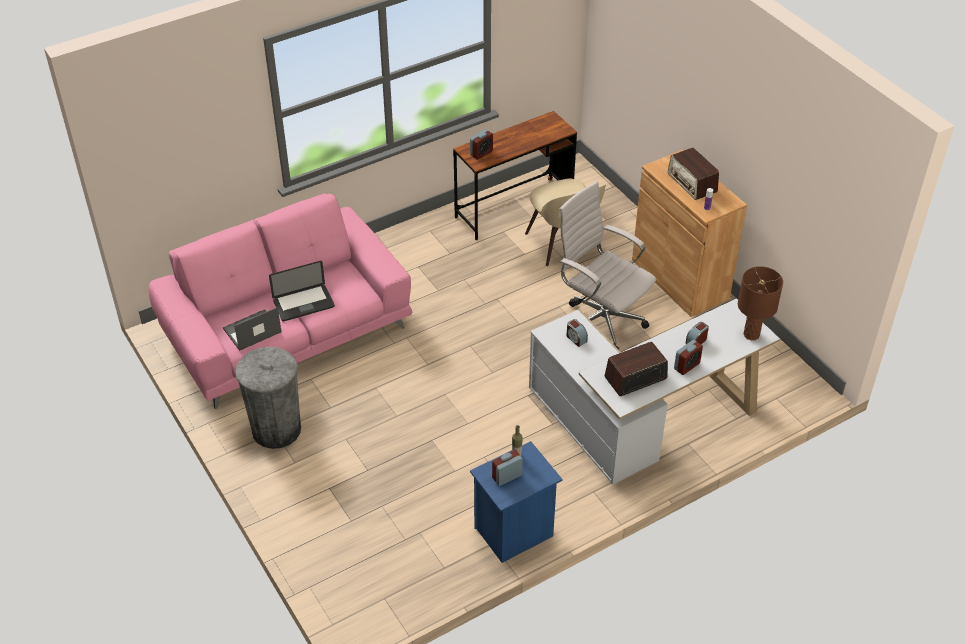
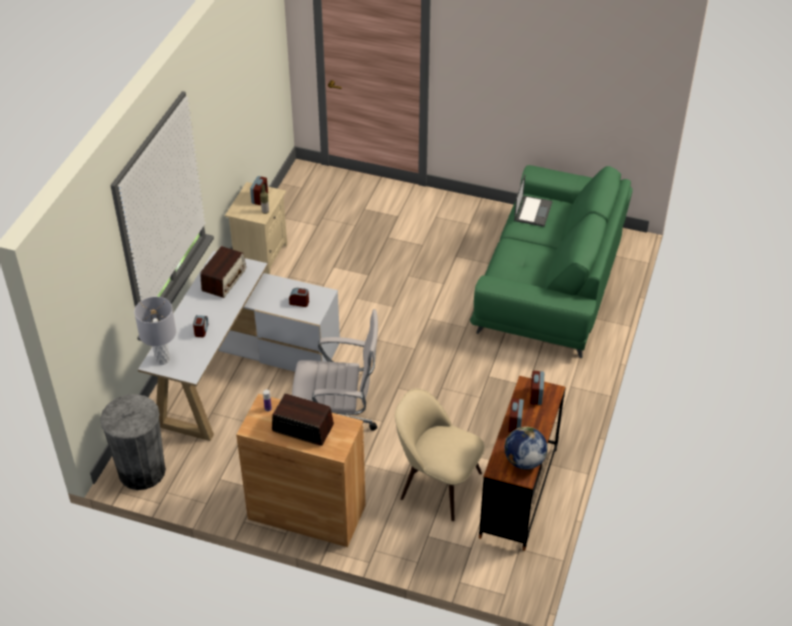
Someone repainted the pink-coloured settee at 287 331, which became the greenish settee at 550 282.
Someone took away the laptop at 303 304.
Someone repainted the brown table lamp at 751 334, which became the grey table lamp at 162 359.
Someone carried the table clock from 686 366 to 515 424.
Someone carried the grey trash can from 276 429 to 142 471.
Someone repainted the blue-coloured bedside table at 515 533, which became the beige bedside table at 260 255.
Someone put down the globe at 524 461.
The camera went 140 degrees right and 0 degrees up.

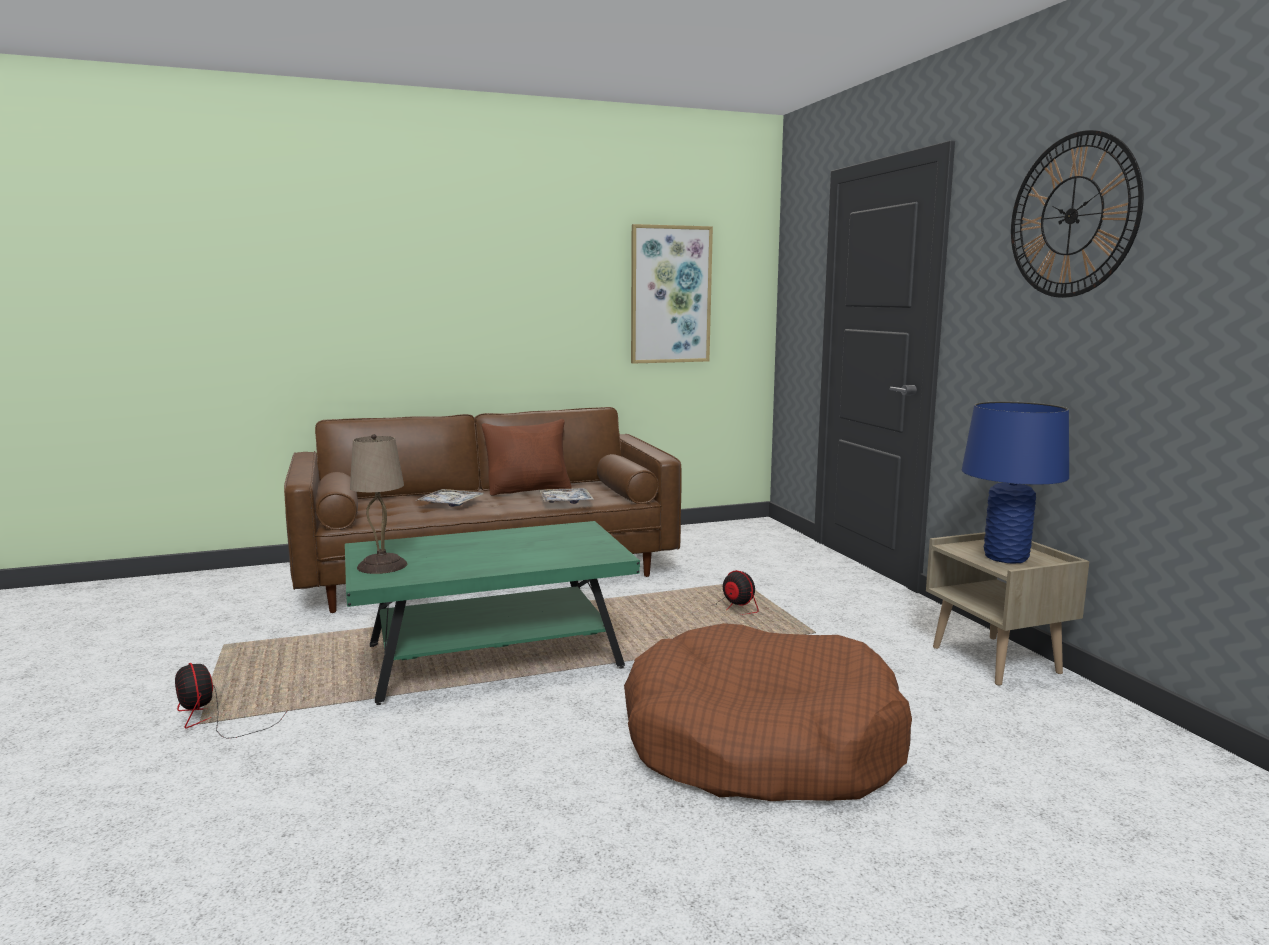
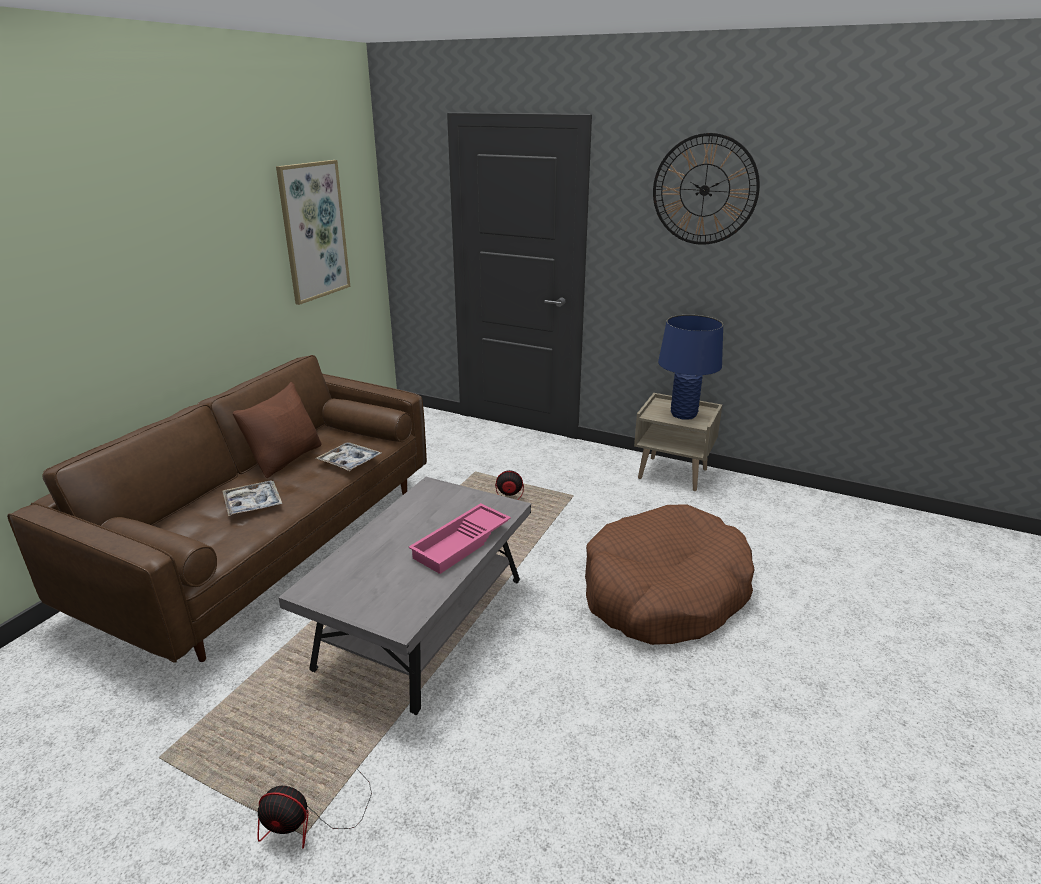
Someone took away the beige table lamp at 381 566.
Someone repainted the greenish low table at 492 658, which became the grey low table at 424 624.
Someone put down the pink-coloured serving tray at 462 544.
The camera went 45 degrees left and 15 degrees up.

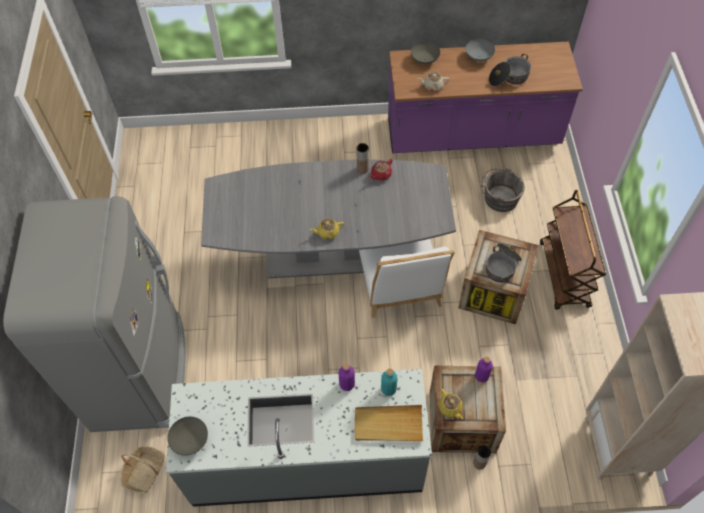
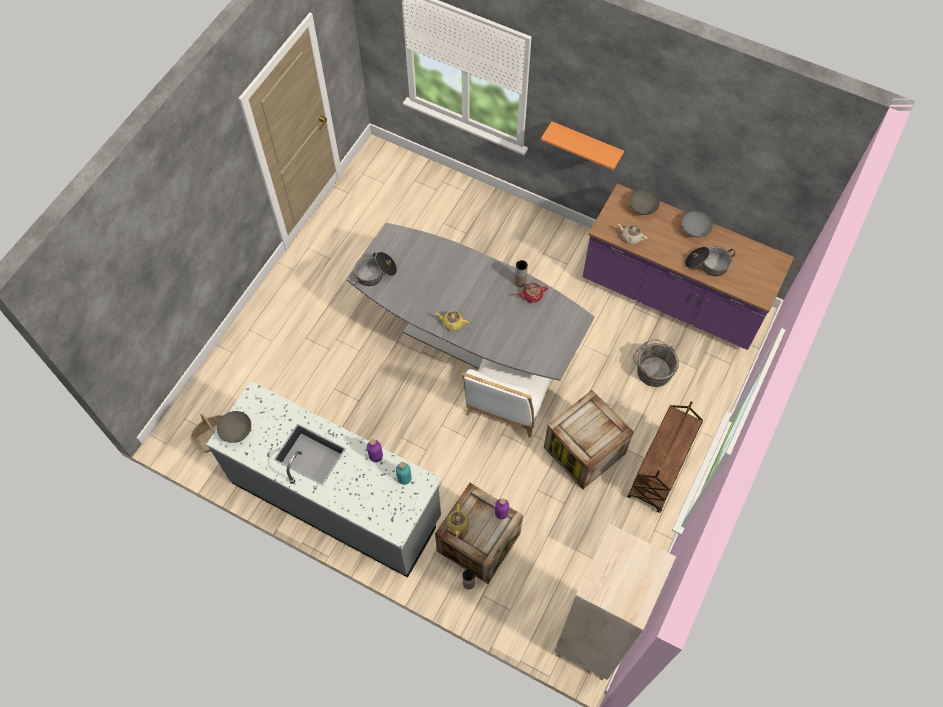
Someone took away the grey fridge at 140 371.
Someone carried the cooking pot from 502 266 to 376 273.
Someone took away the beige serving tray at 388 425.
Someone put up the orange-coloured shelf at 586 144.
The camera went 30 degrees right and 5 degrees up.

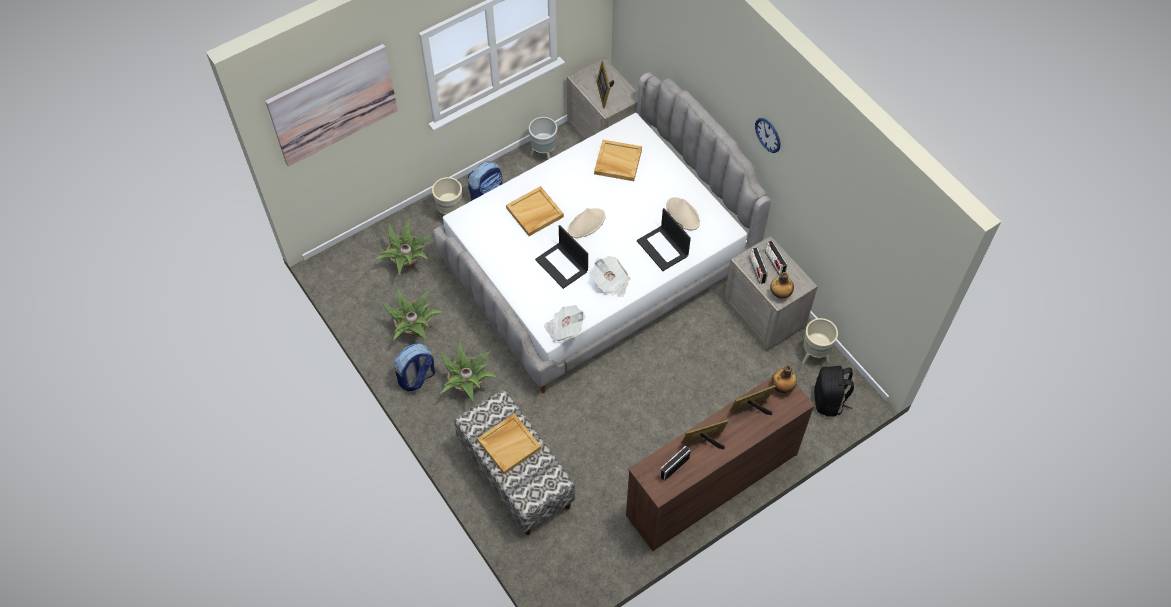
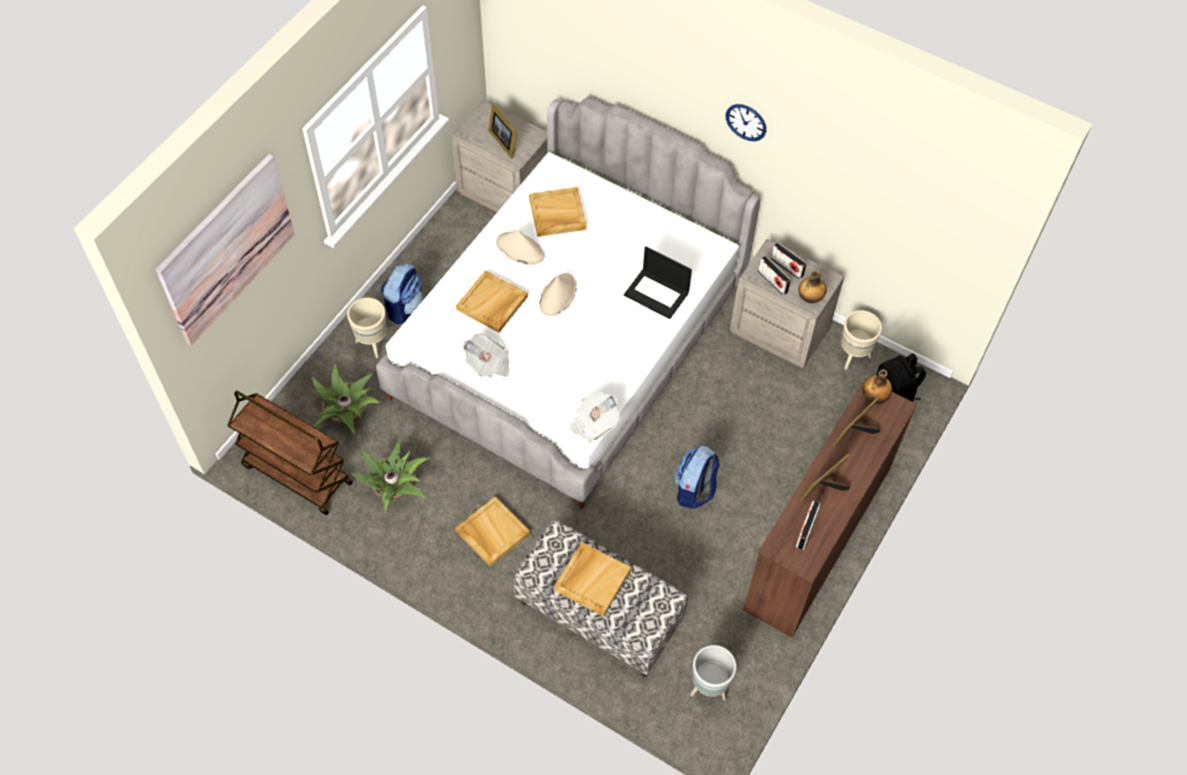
Someone carried the grey plant pot from 544 155 to 709 688.
Someone carried the beige hat from 682 214 to 519 249.
Someone took away the laptop at 562 265.
Someone carried the daily paper from 611 282 to 488 364.
Someone swapped the plant in a pot at 468 385 for the beige serving tray at 492 532.
Someone carried the backpack from 417 378 to 694 490.
Someone put down the brown trolley at 296 474.
The camera went 25 degrees left and 0 degrees up.

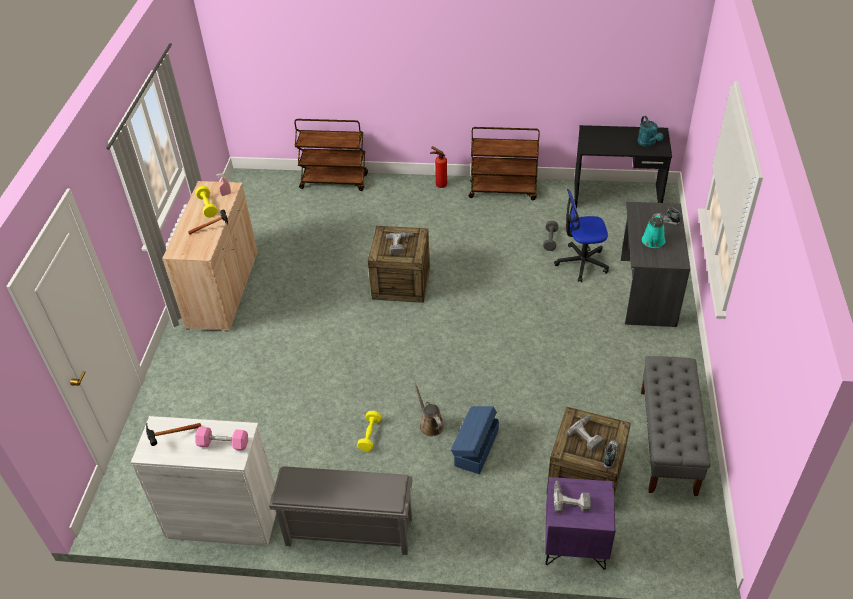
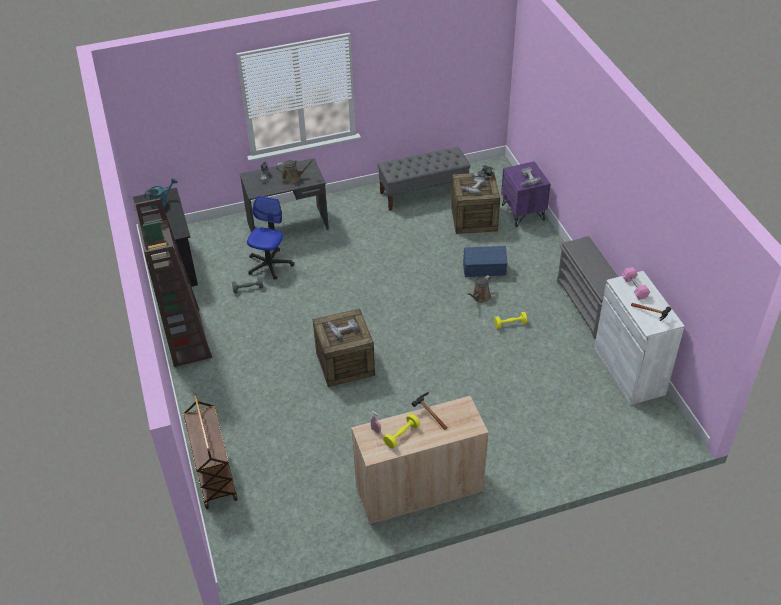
Someone swapped the brown trolley at 503 190 for the brown bookcase at 186 337.
Someone took away the fire extinguisher at 439 185.
Someone rotated the desk chair at 581 263 by 135 degrees counterclockwise.
Someone repainted the turquoise watering can at 653 242, which became the brown watering can at 293 178.
The camera went 115 degrees left and 0 degrees up.

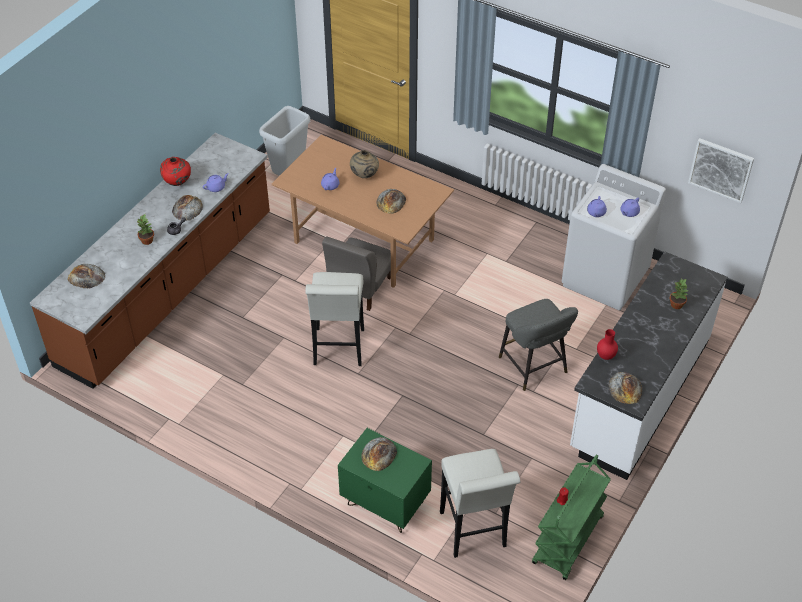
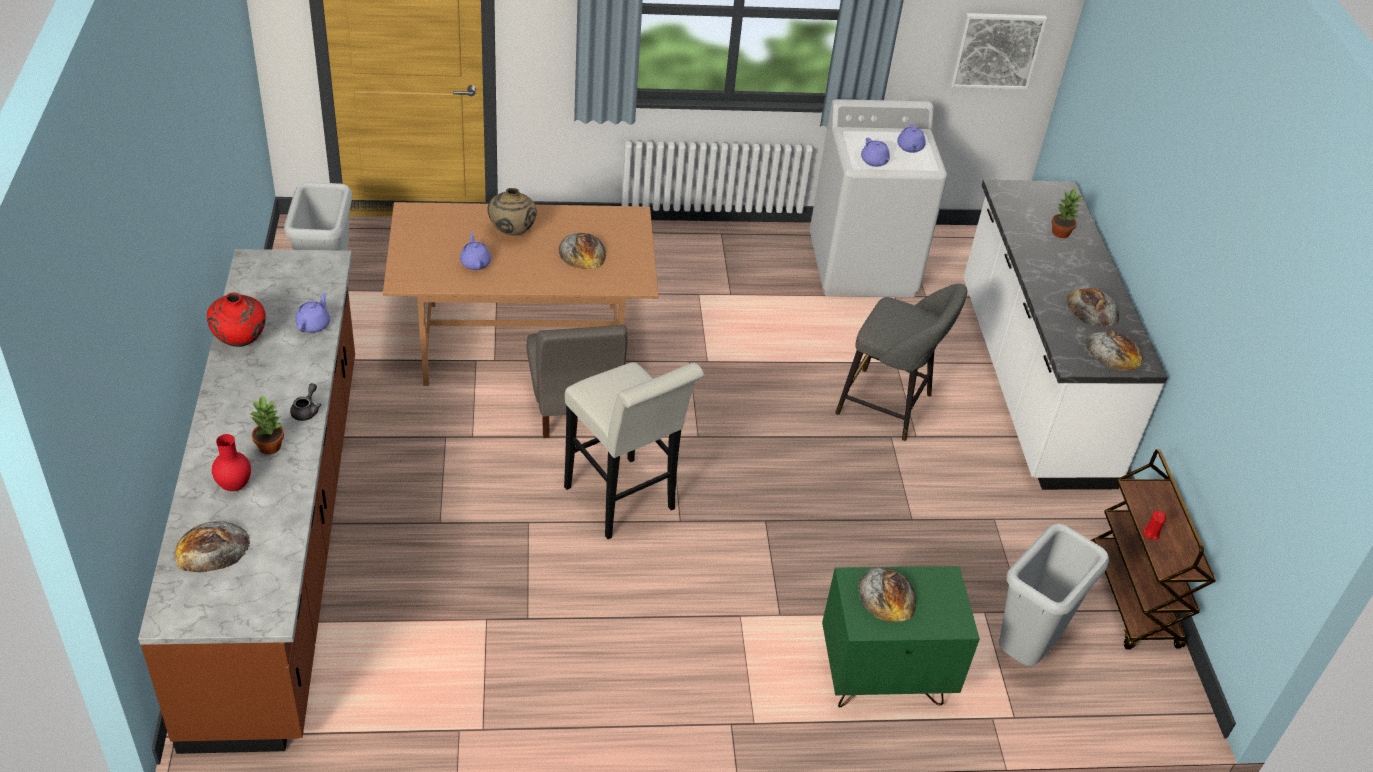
Someone carried the bread from 187 208 to 1092 309.
Someone carried the red flower vase from 605 357 to 235 486.
Someone swapped the white sitting stool at 474 534 for the grey trash can at 1026 652.
Someone repainted the greenish trolley at 568 541, which became the brown trolley at 1133 598.
The camera went 40 degrees left and 5 degrees down.

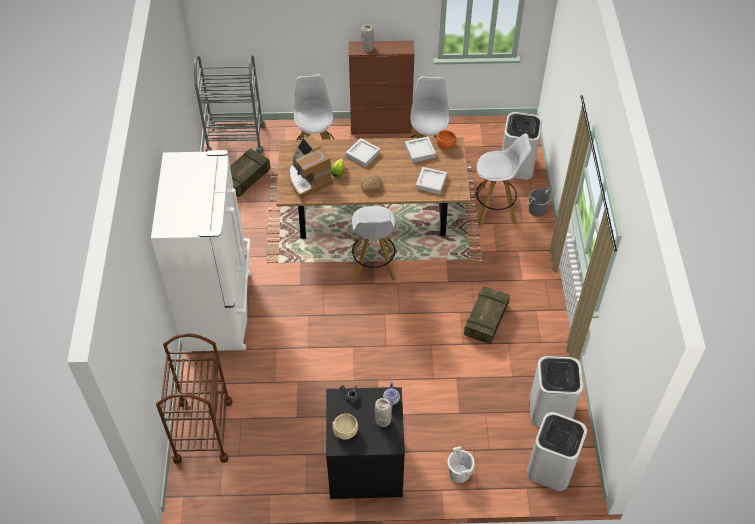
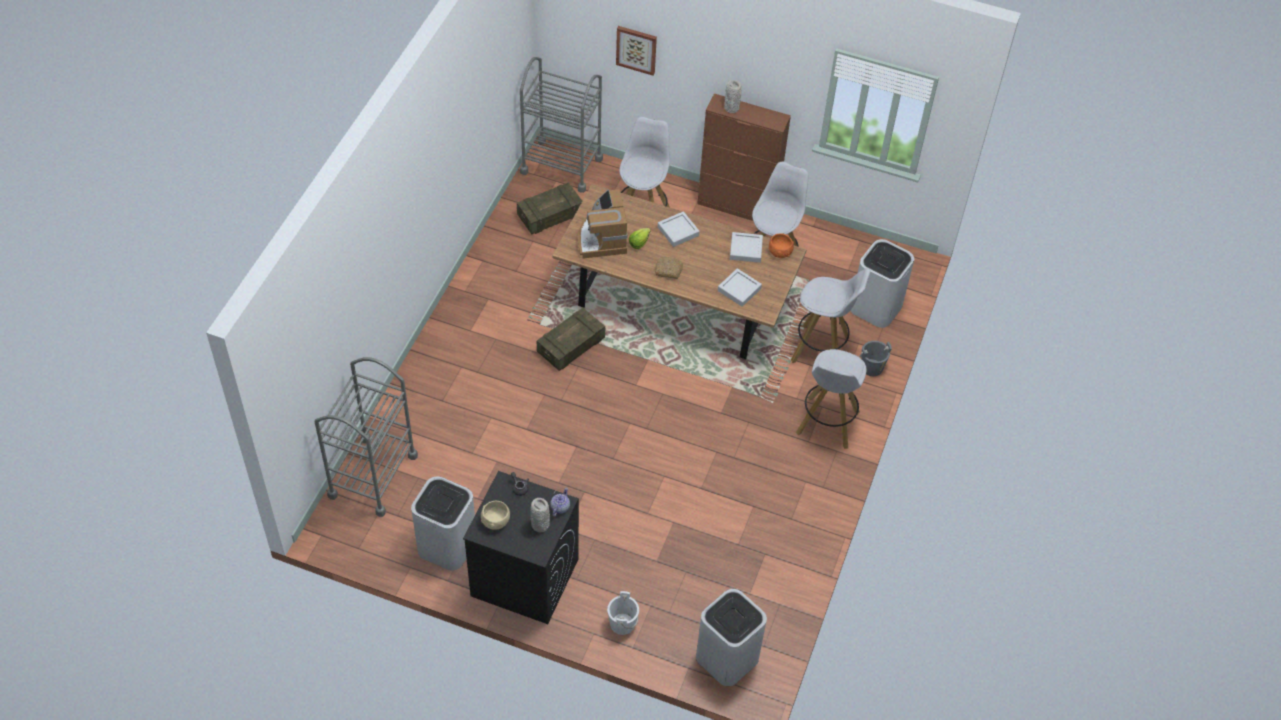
Someone took away the white fridge at 220 310.
Someone carried the white sitting stool from 373 267 to 827 424.
Someone carried the packing crate from 486 320 to 571 346.
Someone repainted the brown trolley at 203 430, which became the grey trolley at 373 475.
Someone carried the white trash can from 549 410 to 446 545.
Someone put up the wall art at 636 49.
The camera went 20 degrees right and 0 degrees up.

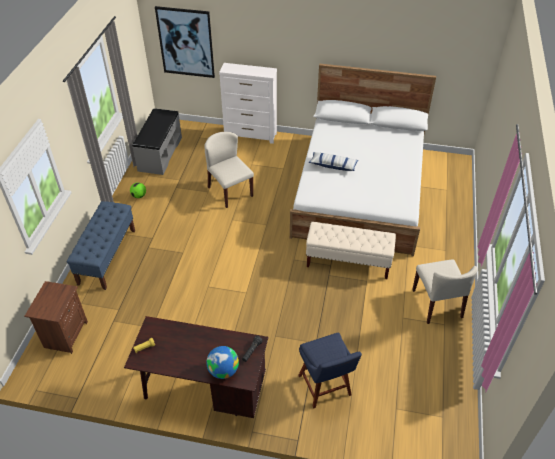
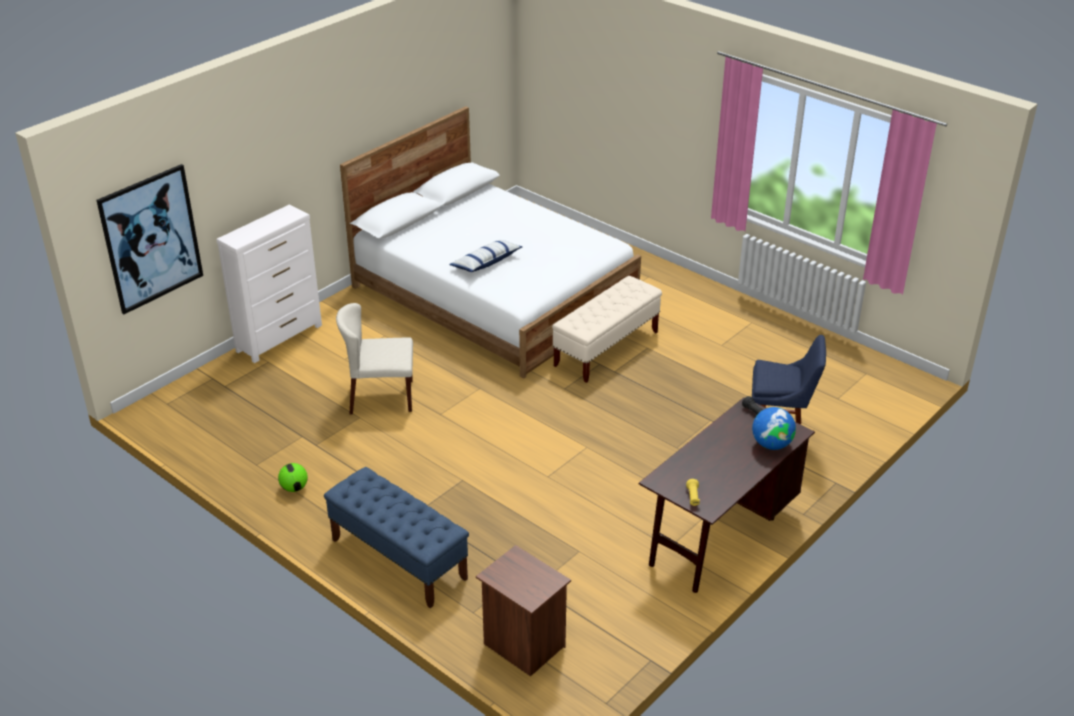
Someone took away the grey bench at 159 154.
Someone took away the beige plain chair at 437 304.
The camera went 60 degrees left and 10 degrees down.

